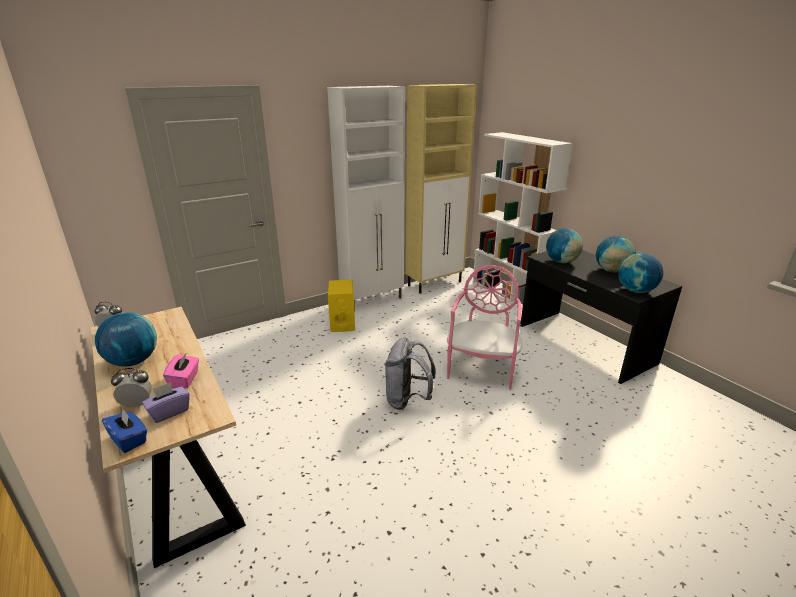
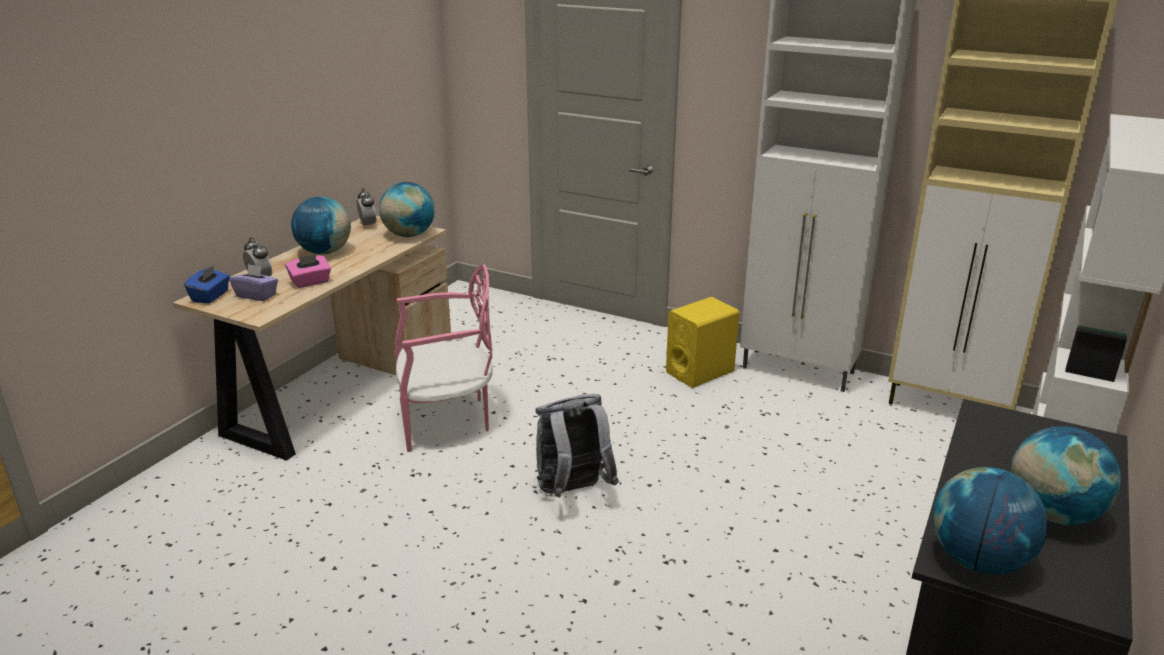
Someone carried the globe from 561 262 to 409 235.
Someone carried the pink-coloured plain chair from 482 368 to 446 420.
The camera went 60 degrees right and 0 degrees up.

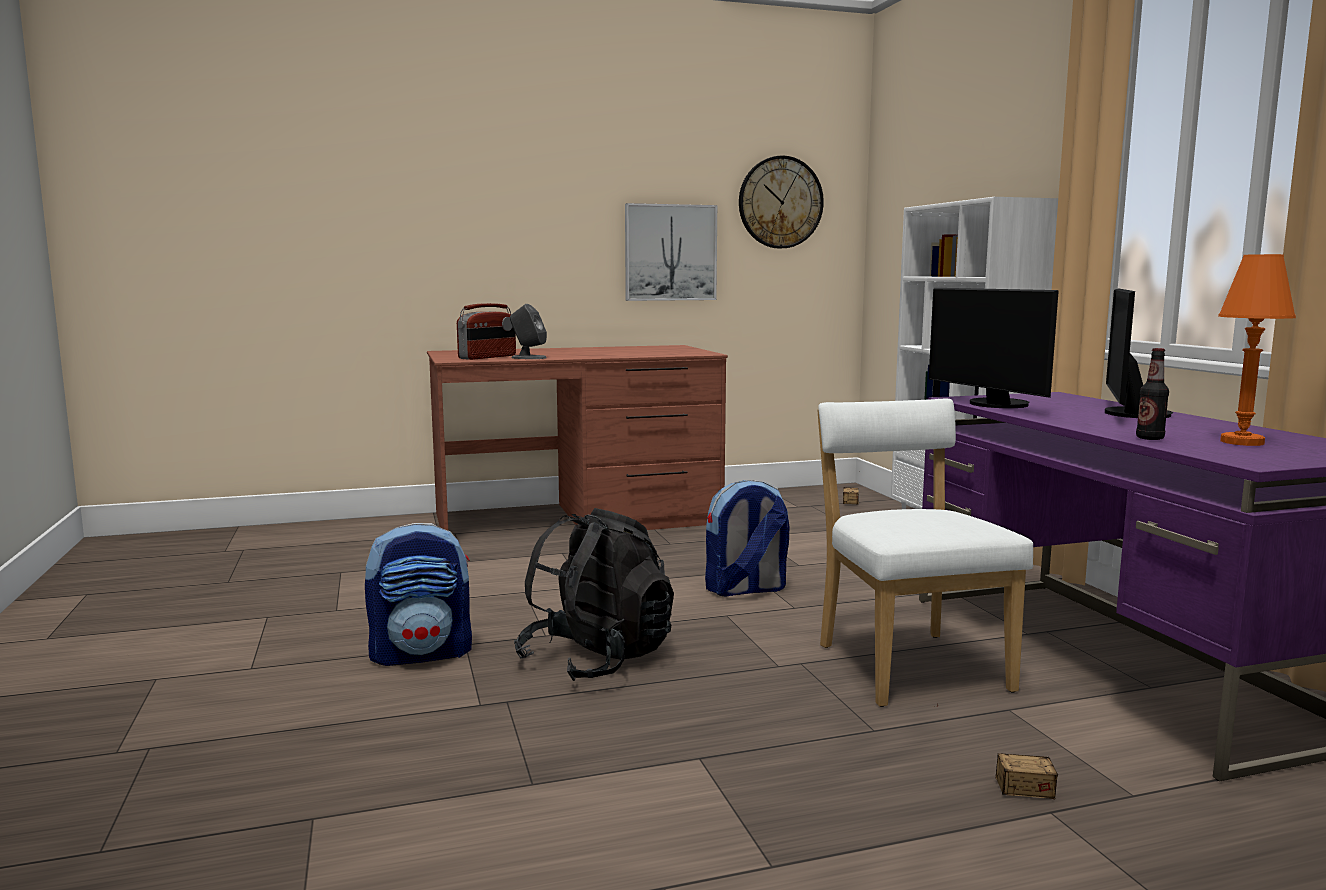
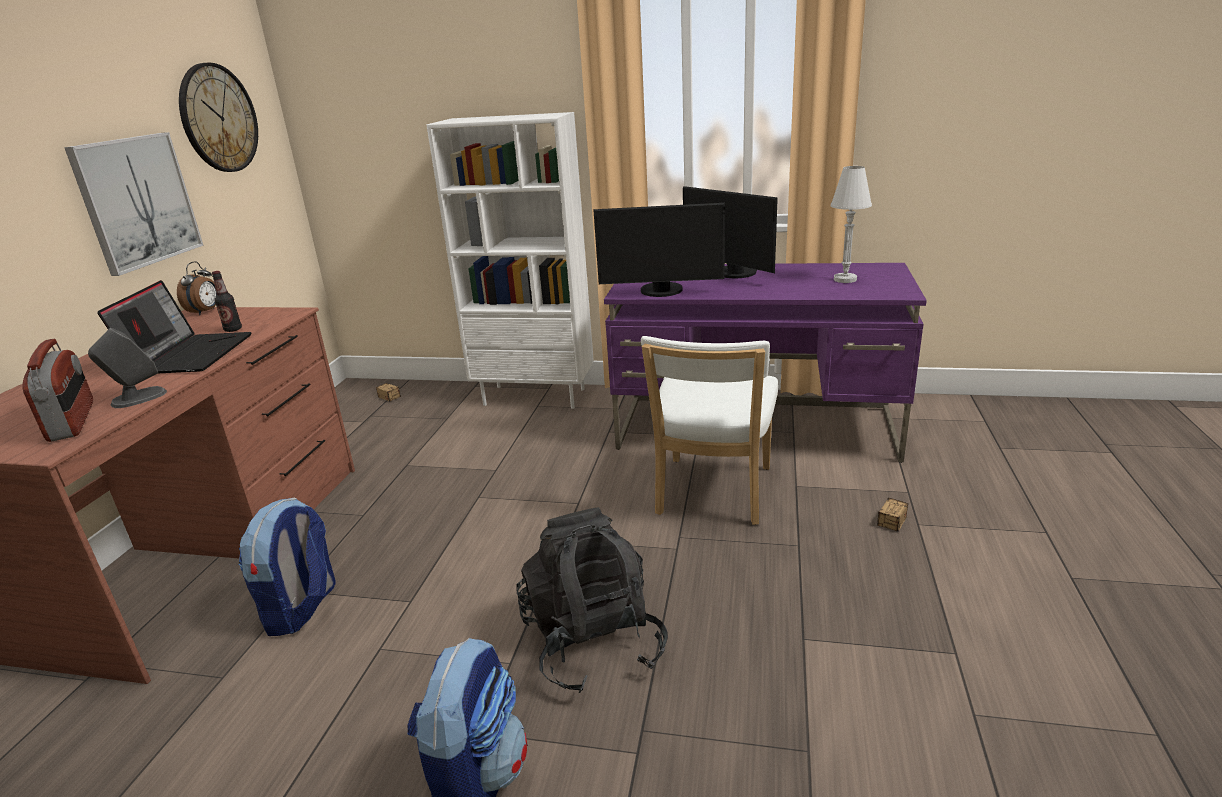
Someone repainted the orange-coloured table lamp at 1242 442, which became the white table lamp at 845 279.
Someone carried the beverage bottle from 1150 438 to 233 329.
Someone rotated the white plain chair at 907 664 by 90 degrees counterclockwise.
Someone carried the backpack from 745 589 to 302 608.
Someone put down the table clock at 205 312.
Someone put down the laptop at 190 354.
The camera went 60 degrees left and 15 degrees up.

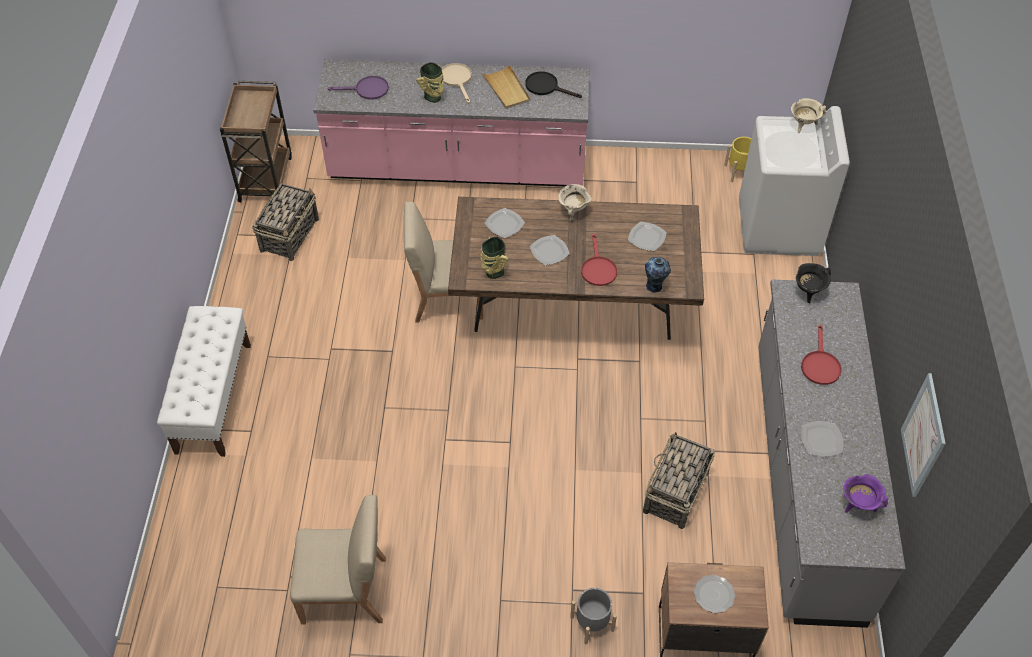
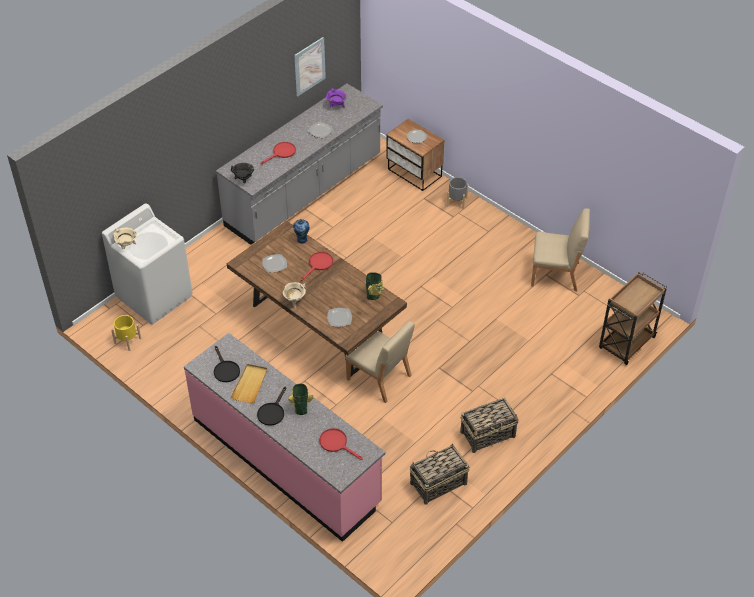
Someone repainted the beige skillet at 457 80, which became the blackish skillet at 272 412.
Someone repainted the purple-coloured skillet at 367 90, which became the red skillet at 336 443.
Someone carried the brown trolley from 266 177 to 626 343.
Someone took away the plate at 549 251.
Someone took away the white bench at 213 397.
Someone carried the basket from 675 493 to 488 434.
Someone rotated the beige plain chair at 346 591 by 150 degrees clockwise.
The camera went 140 degrees left and 5 degrees down.

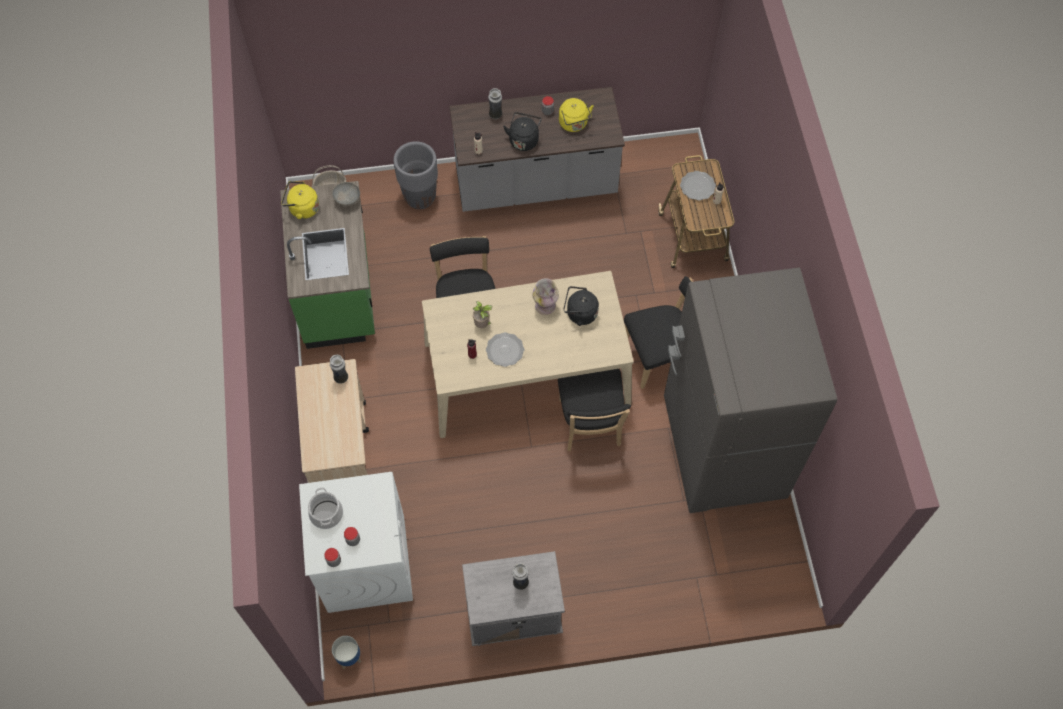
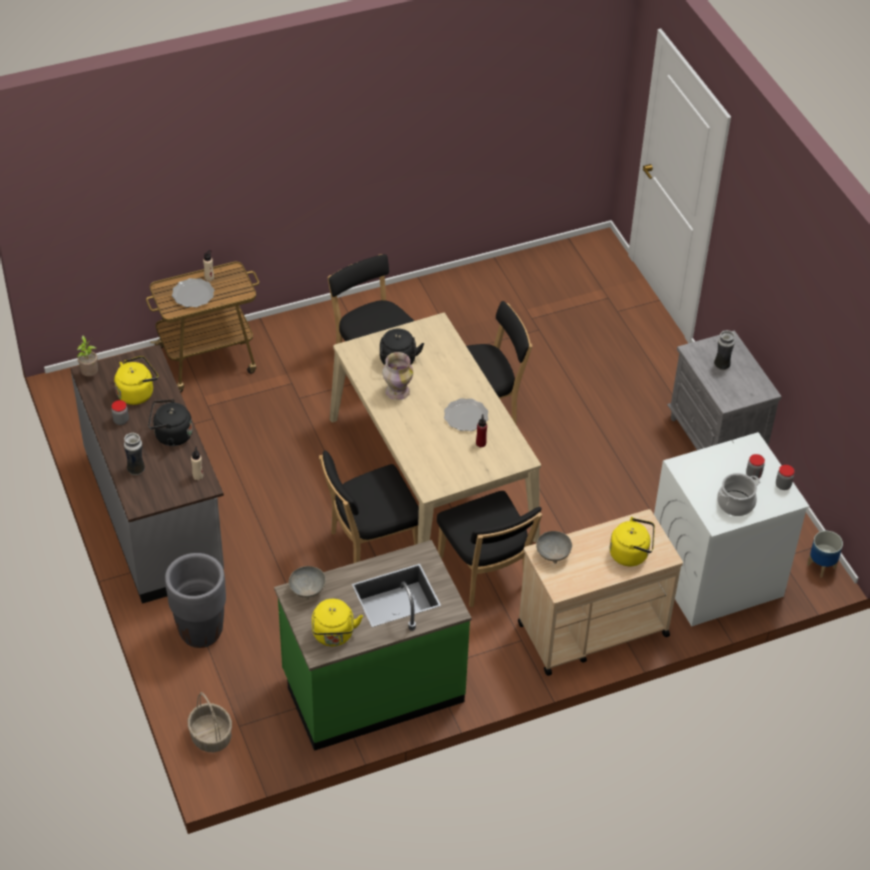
Someone took away the grey fridge at 722 449.
Someone carried the plant in a pot from 482 325 to 90 374.
Someone swapped the flower vase at 341 378 for the grey deep dish at 553 554.
Someone put down the blackish plain chair at 485 575.
Someone put down the yellowish tea kettle at 631 554.
The camera went 105 degrees left and 15 degrees down.

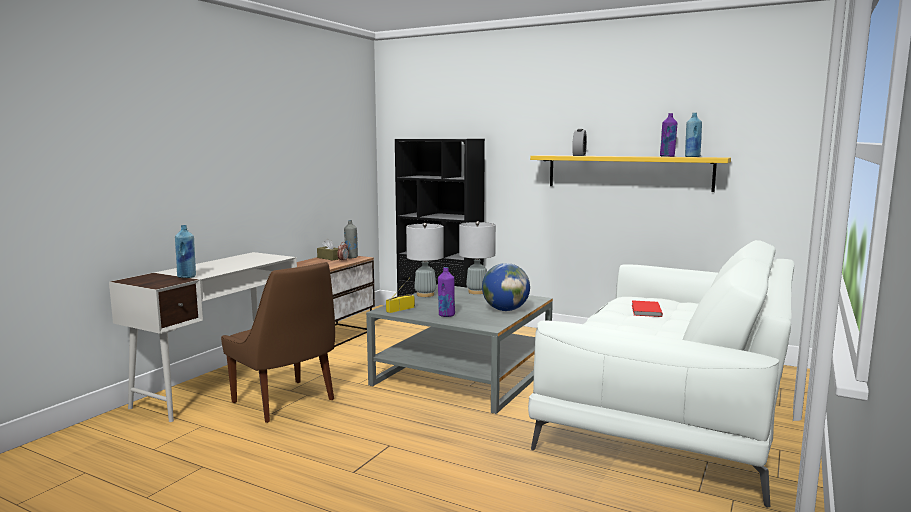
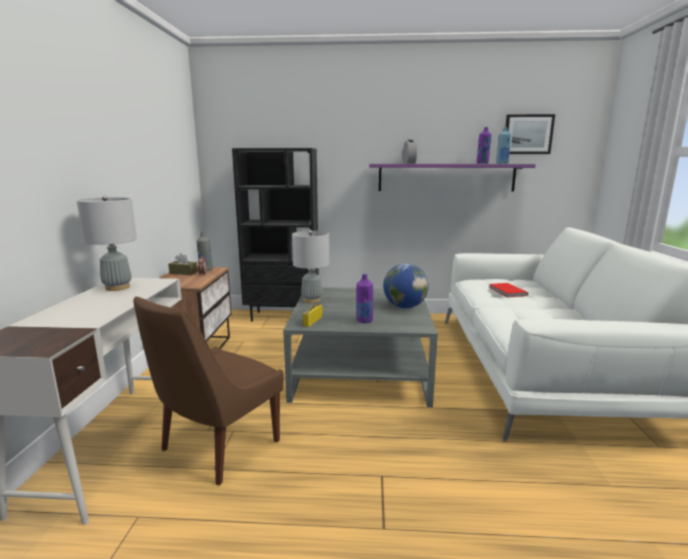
Someone repainted the yellowish shelf at 628 172, which became the purple-coloured shelf at 446 177.
Someone carried the grey table lamp from 476 292 to 117 287.
Someone took away the blue-coloured beverage bottle at 187 277.
Someone rotated the brown plain chair at 285 402 by 105 degrees clockwise.
Someone put up the wall art at 528 134.
The camera went 25 degrees left and 5 degrees up.

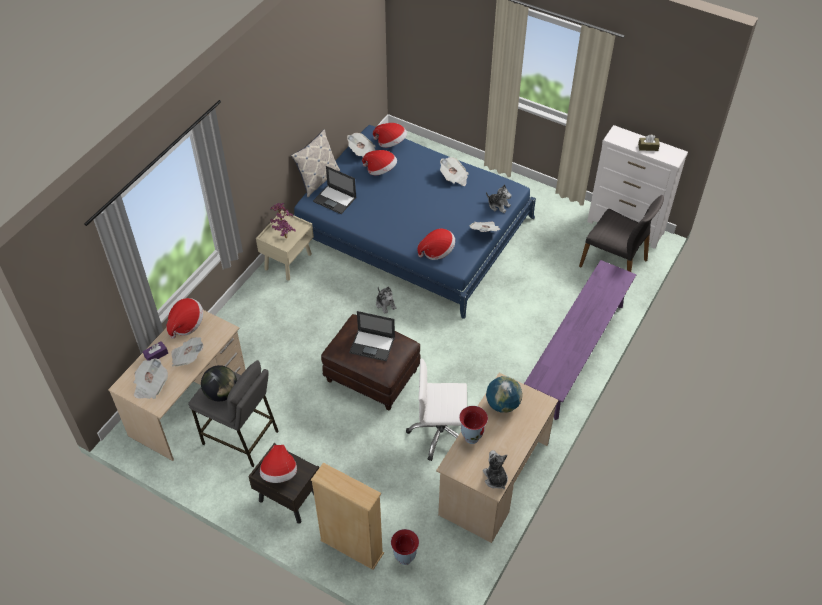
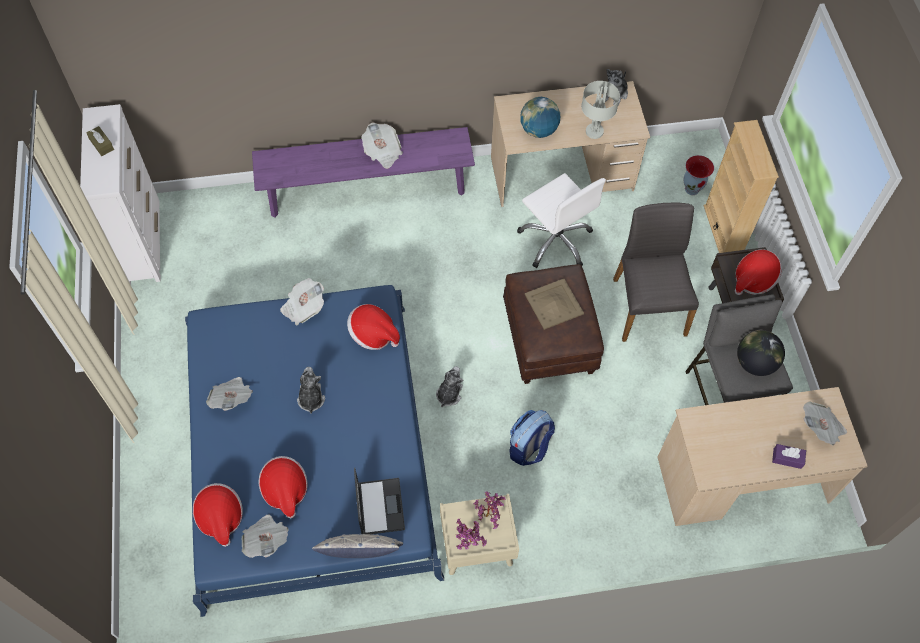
Someone carried the soft toy from 498 205 to 311 398.
Someone carried the grey plain chair from 614 262 to 647 306.
Someone took away the hat at 186 324.
Someone swapped the laptop at 373 345 for the beige serving tray at 553 304.
Someone carried the daily paper from 187 357 to 382 152.
Someone swapped the flower vase at 472 437 for the grey table lamp at 594 132.
Someone put down the backpack at 529 448.
The camera went 130 degrees left and 10 degrees up.

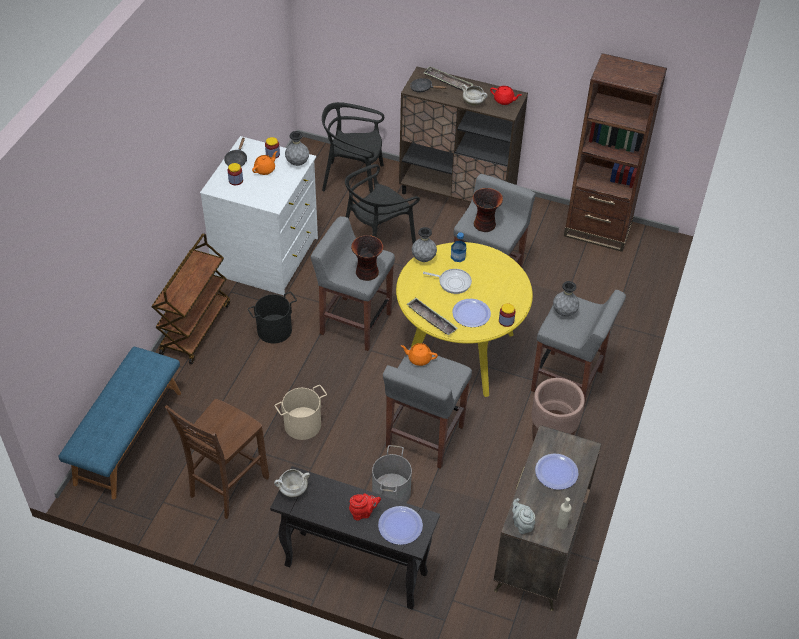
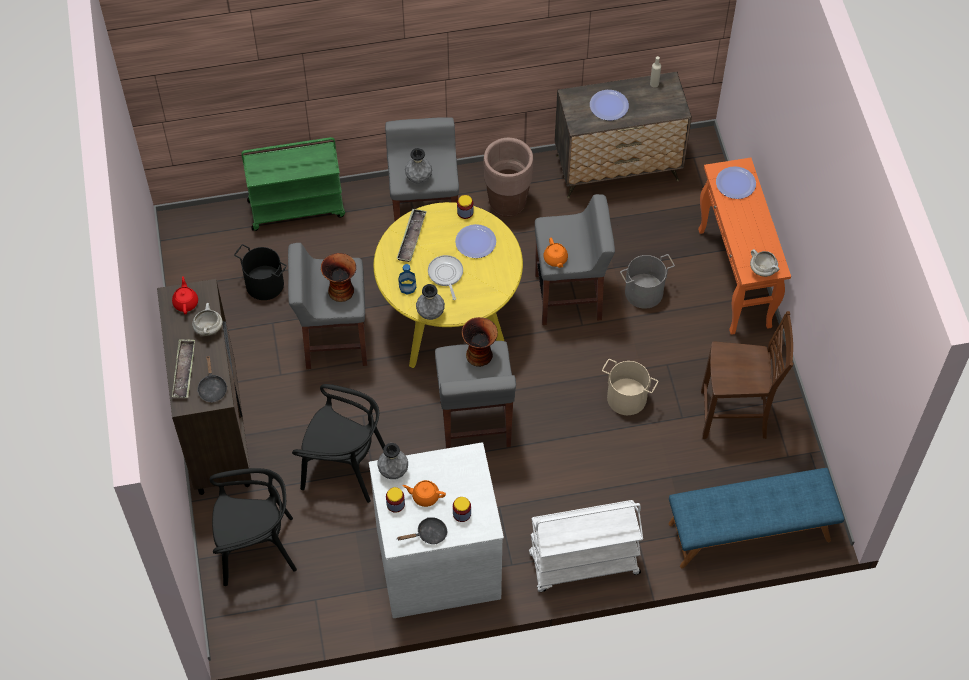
Someone took away the brown bookcase at 597 230.
Someone rotated the blackish plain chair at 353 180 by 75 degrees counterclockwise.
Someone repainted the brown trolley at 195 328, which became the white trolley at 583 565.
Someone carried the blackish pail from 274 330 to 265 283.
Someone carried the serving tray from 431 319 to 411 237.
Someone repainted the blackish narrow table at 354 569, which became the orange-coloured narrow table at 735 279.
Someone took away the red tea pot at 363 513.
Someone took away the grey tea pot at 522 524.
Someone put down the greenish trolley at 297 208.
The camera went 120 degrees left and 10 degrees up.

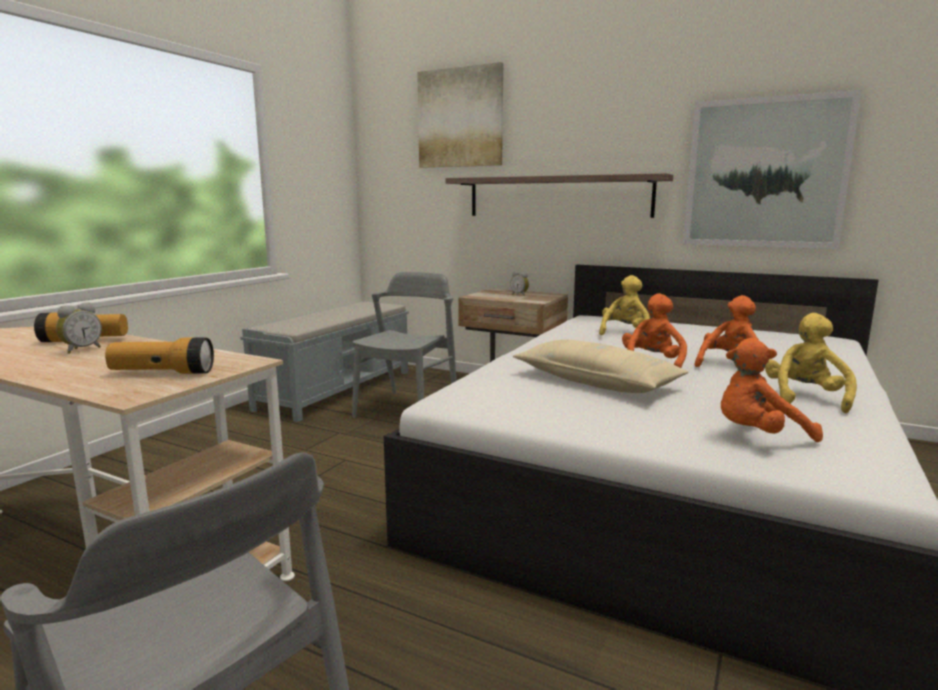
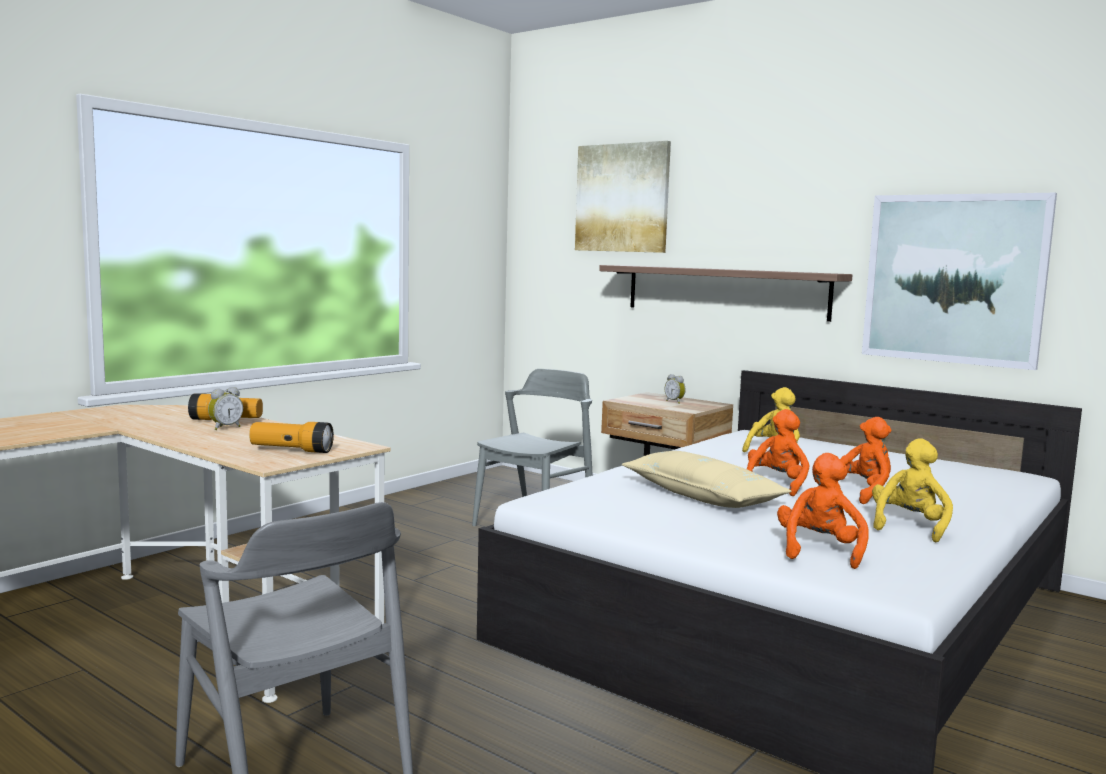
Someone took away the grey bench at 337 389.
Someone rotated the orange-coloured soft toy at 758 436 by 105 degrees clockwise.
The camera went 10 degrees right and 5 degrees down.

